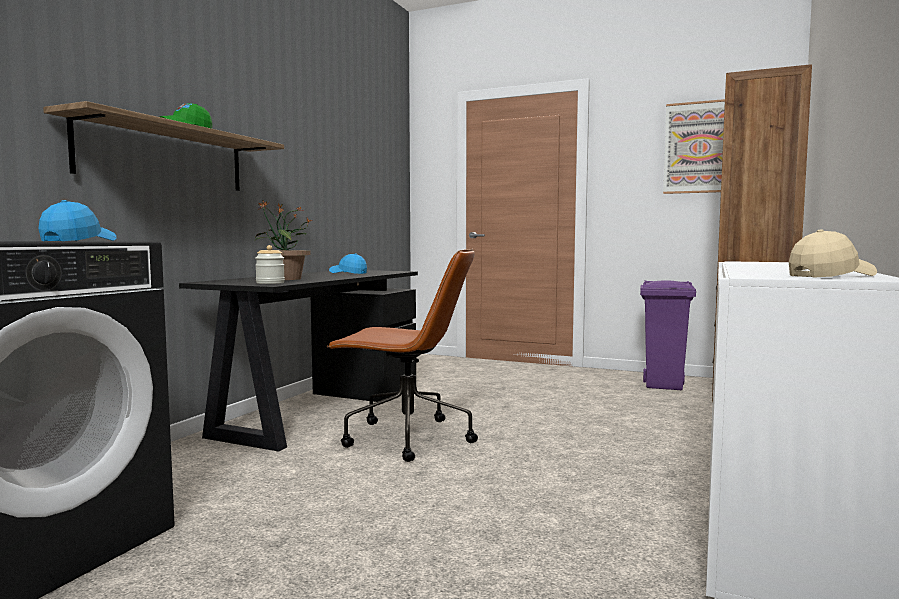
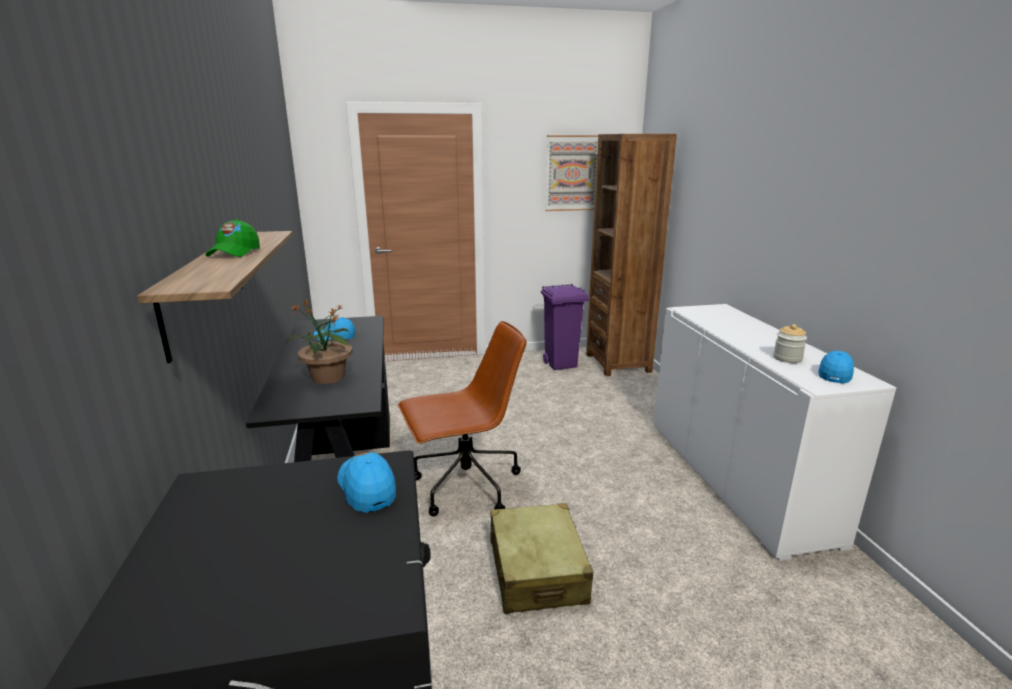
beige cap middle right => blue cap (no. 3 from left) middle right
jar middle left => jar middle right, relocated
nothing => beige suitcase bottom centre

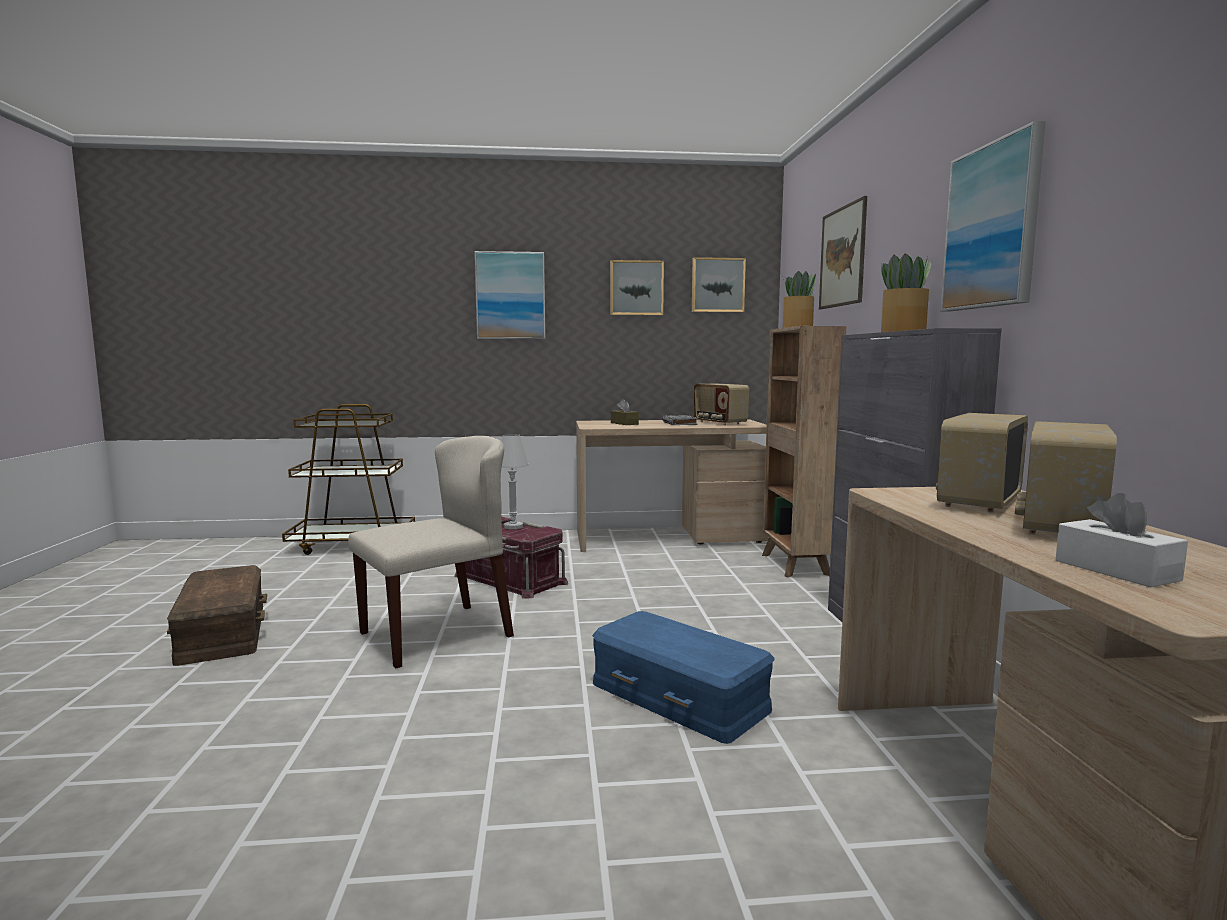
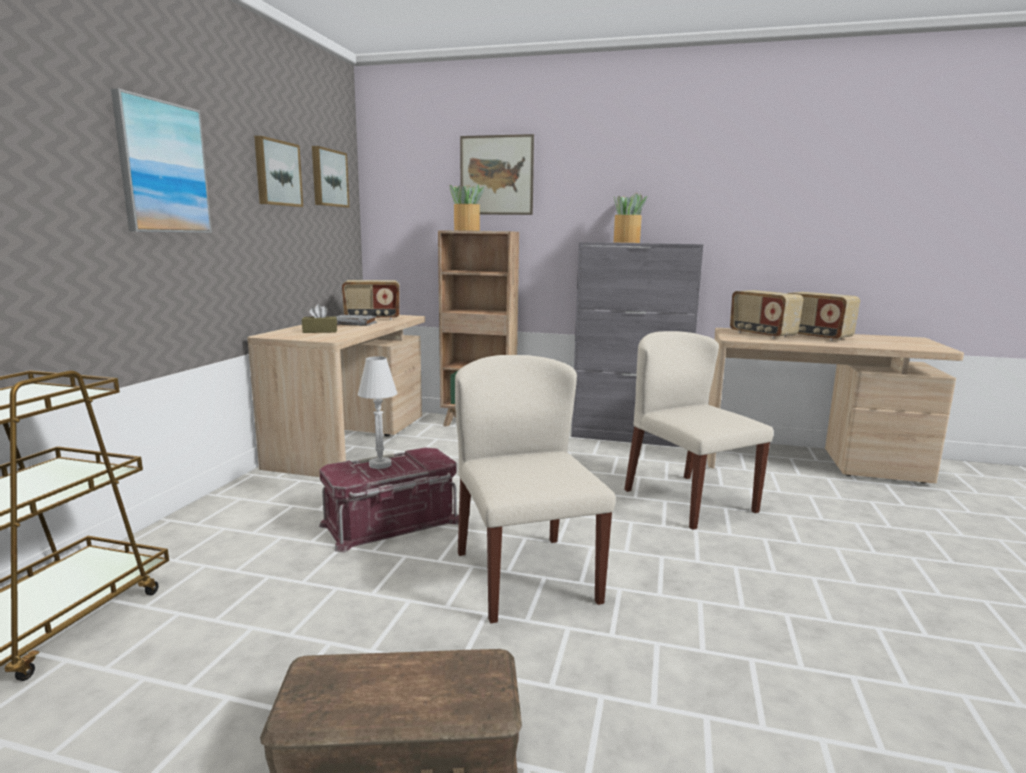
picture (no. 5 from left) top right => nothing
white tissue box middle right => nothing
blue storage box bottom centre => beige chair (no. 2 from left) middle right

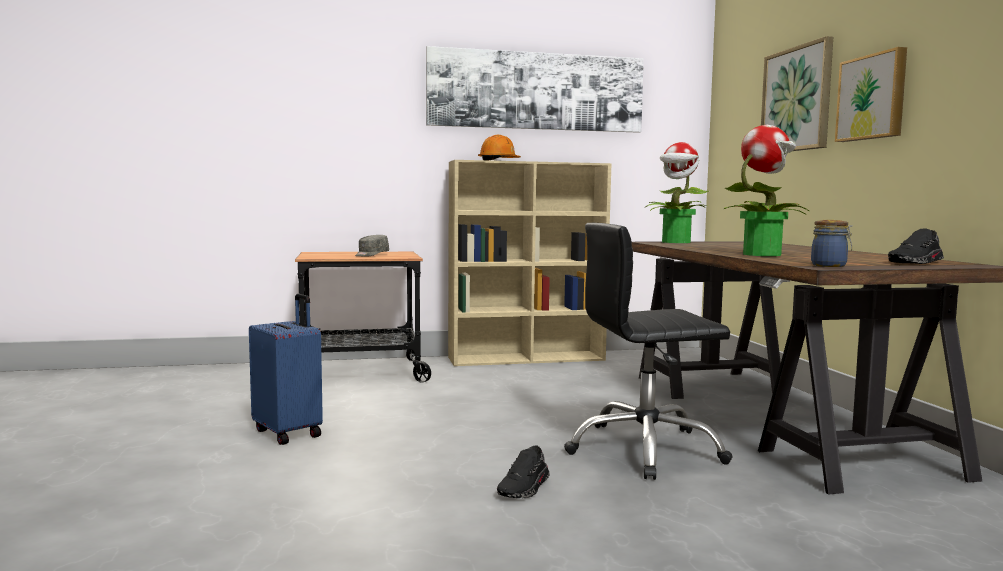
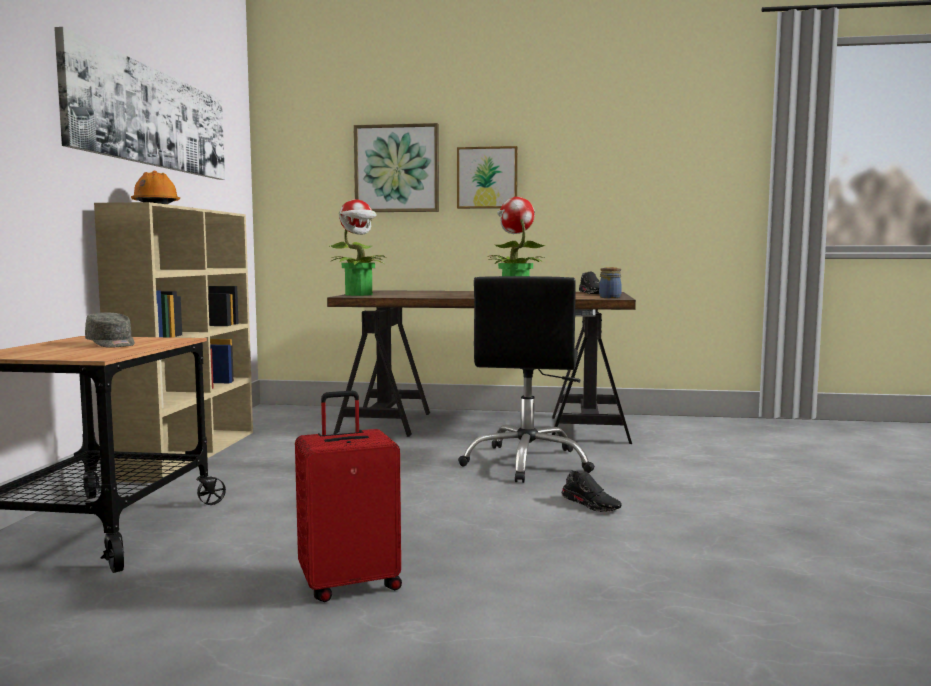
blue suitcase middle left => red suitcase bottom centre

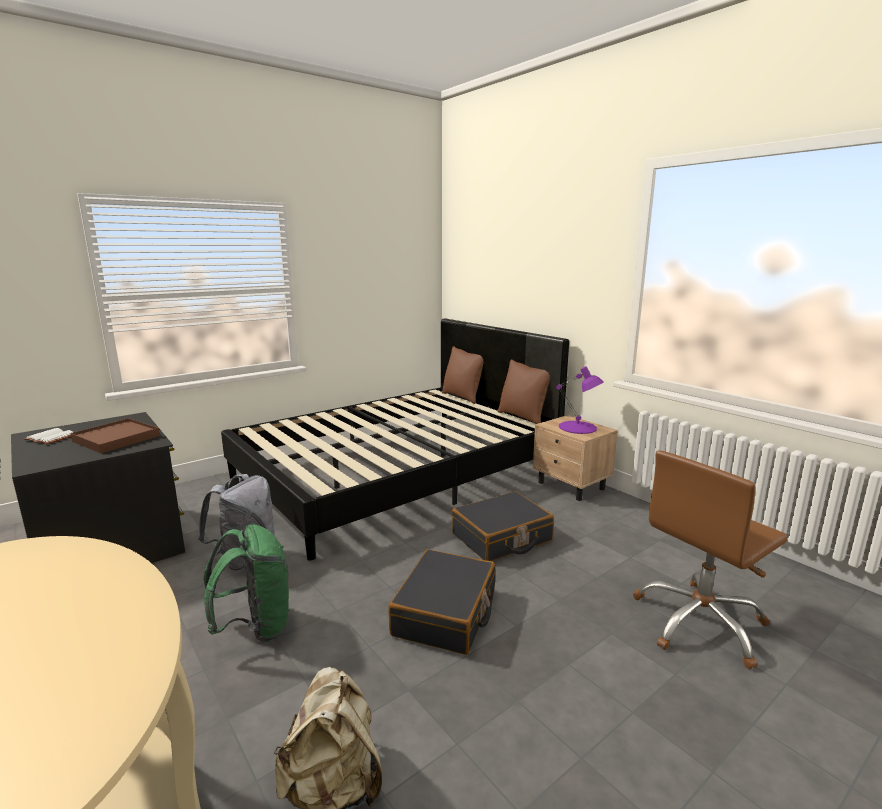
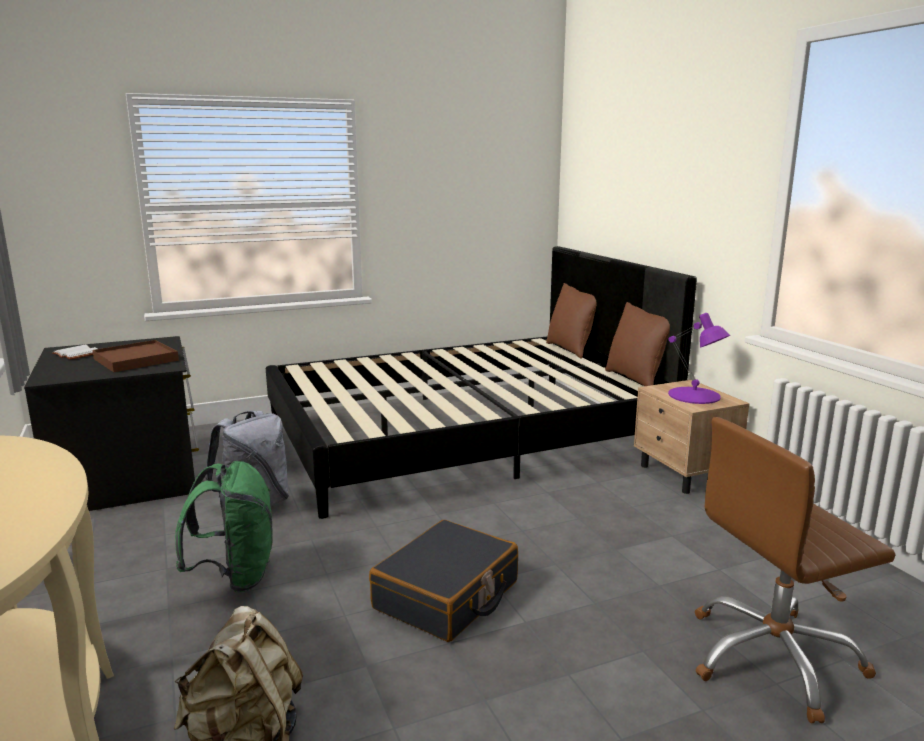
black suitcase (no. 2 from left) centre => nothing

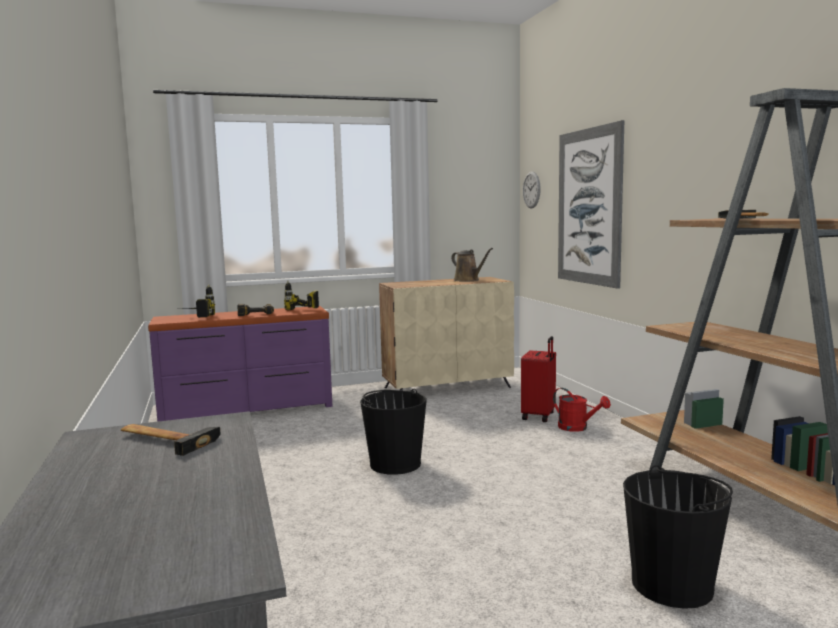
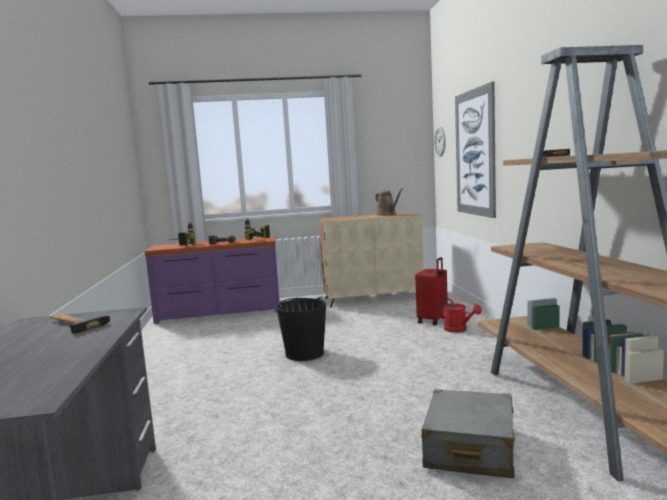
black bucket (no. 2 from left) bottom right => grey suitcase bottom right

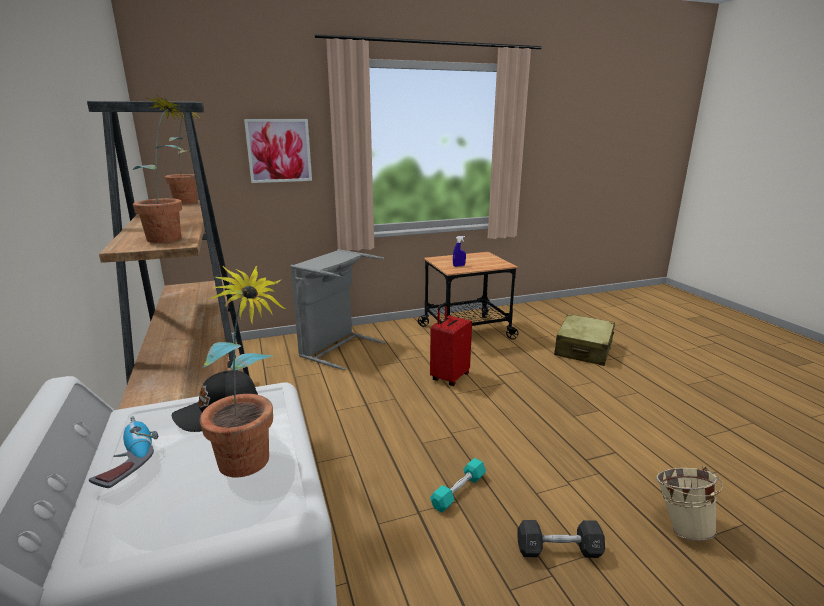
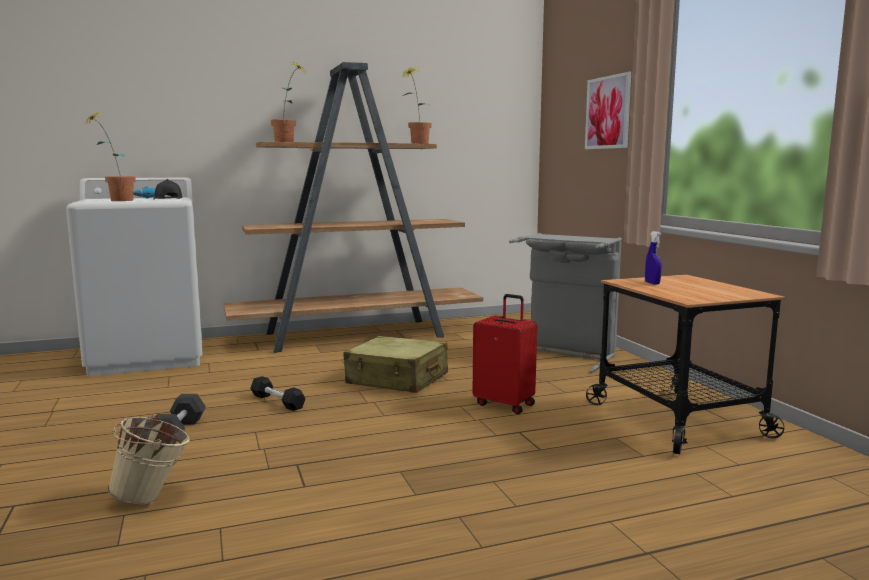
beige suitcase middle right => beige suitcase centre, relocated
turquoise dumbbell bottom centre => black dumbbell (no. 2 from left) bottom left

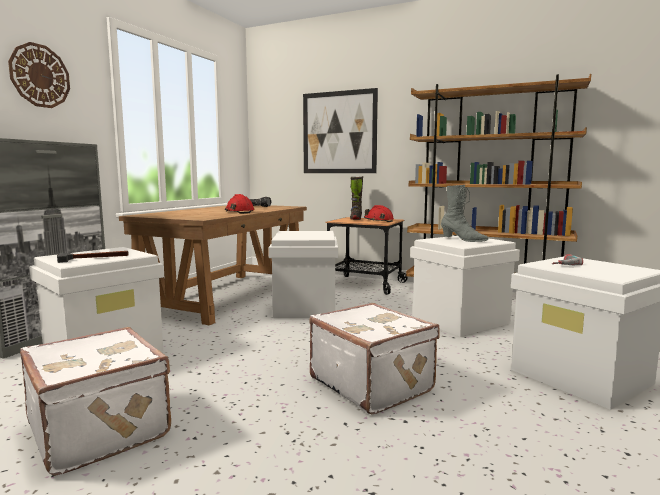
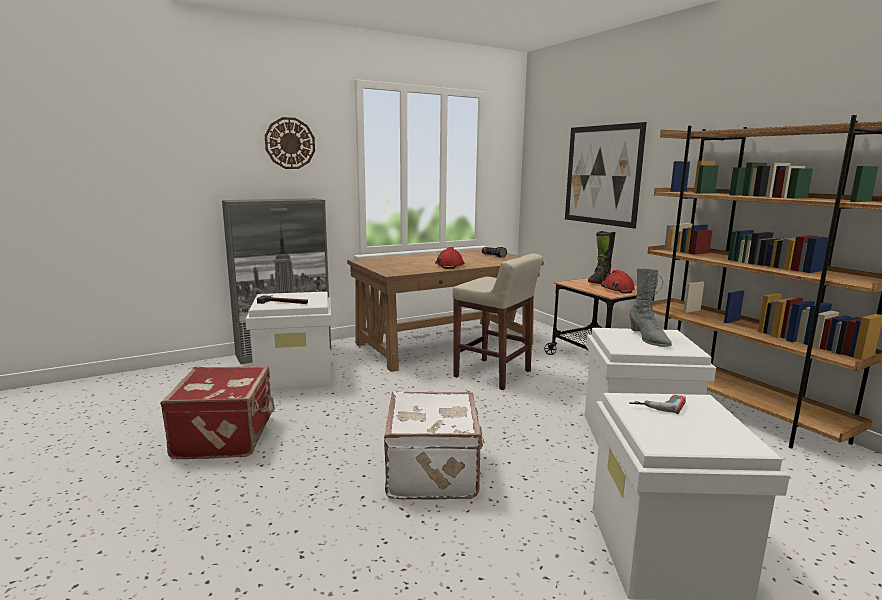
white storage box (no. 2 from left) centre => beige stool centre
white suitcase (no. 1 from left) bottom left => red suitcase bottom left

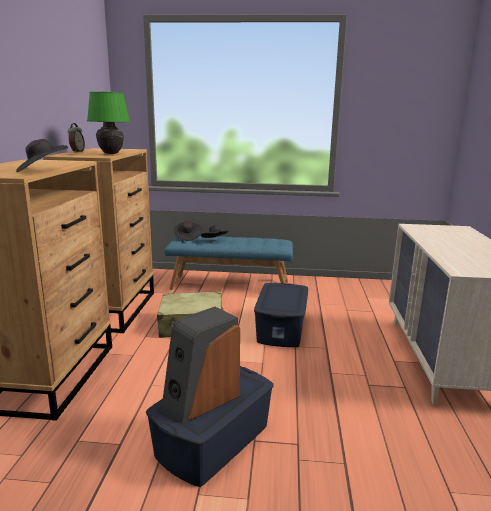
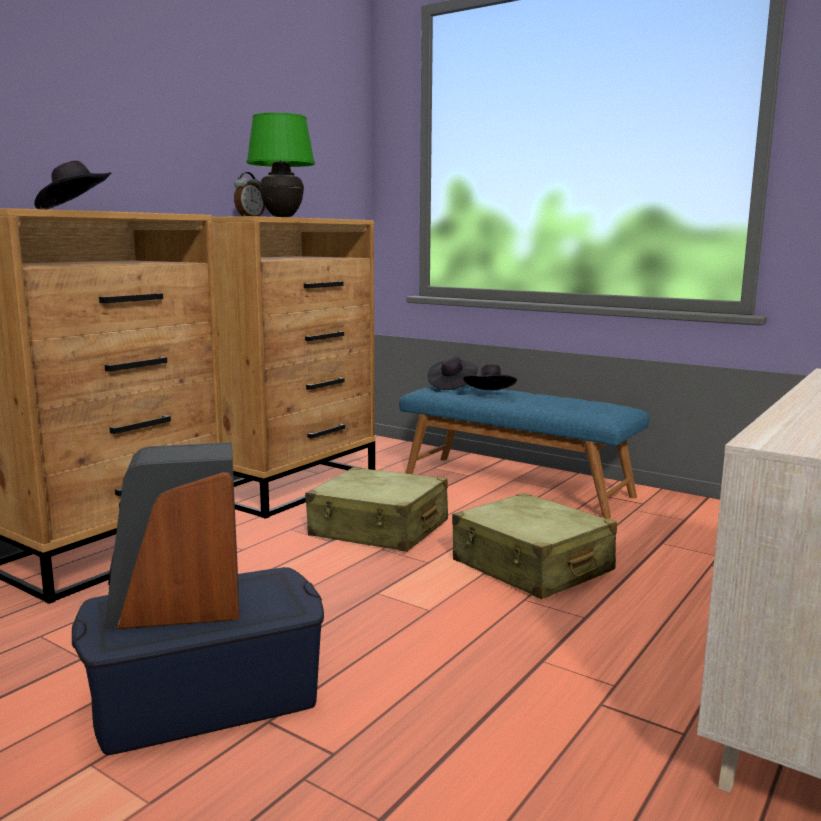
blue storage box (no. 2 from left) centre => beige suitcase (no. 2 from left) centre

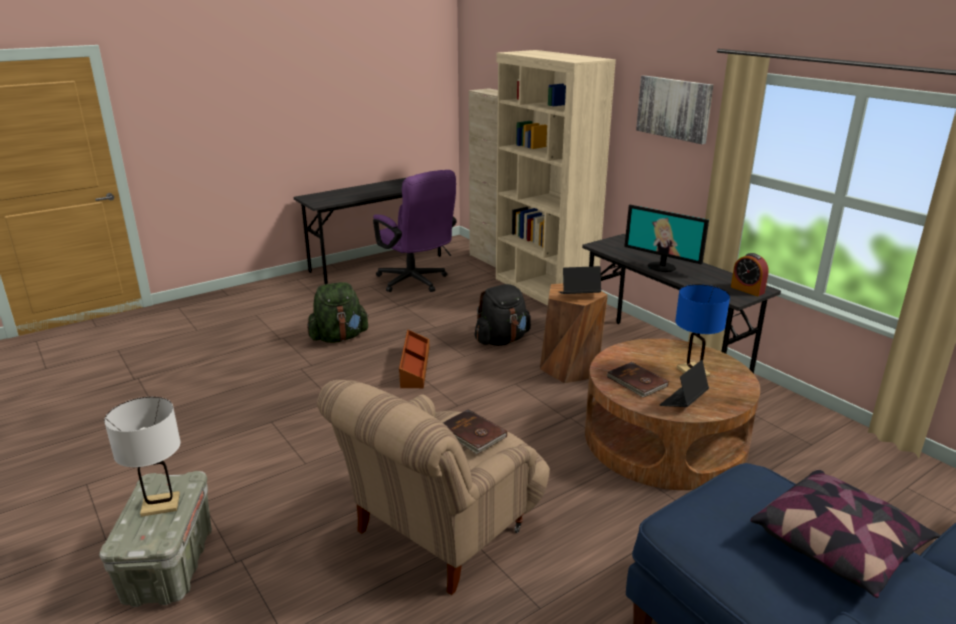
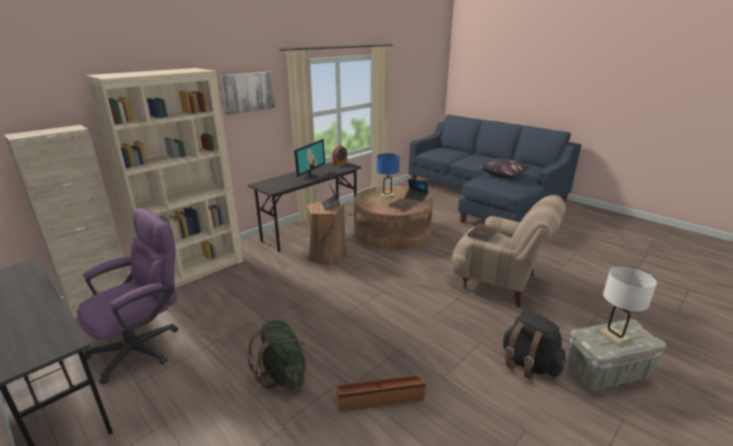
black backpack centre => black backpack bottom right, relocated
brown storage box centre => brown storage box bottom centre, relocated

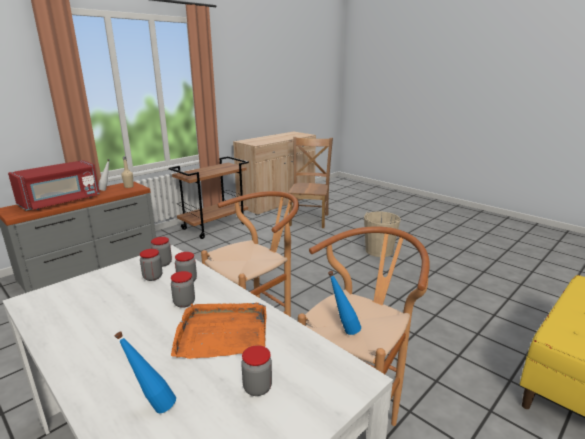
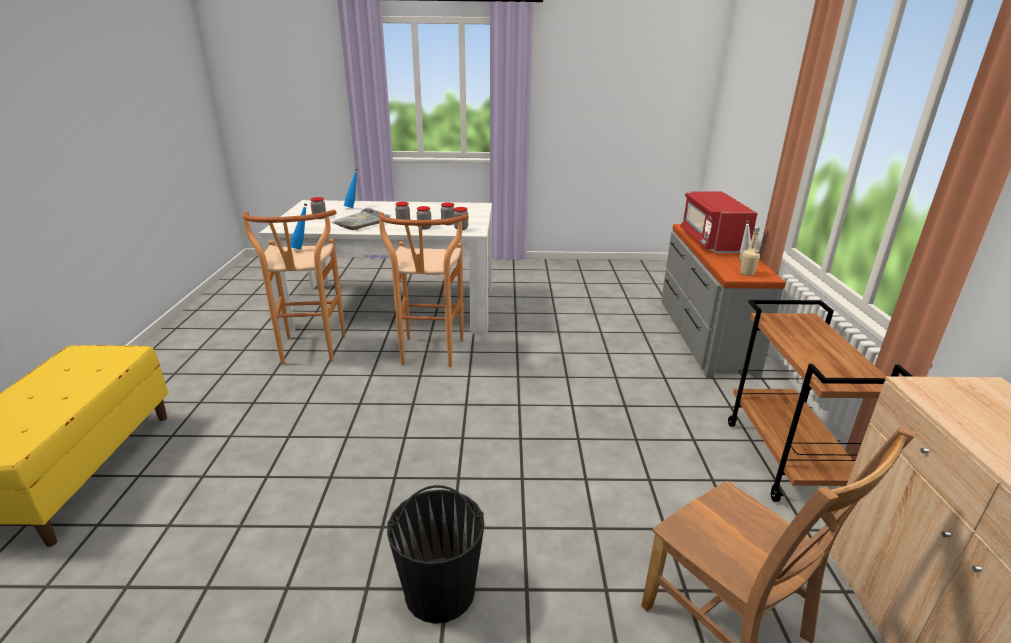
beige bucket centre => black bucket bottom centre
orange tray bottom centre => grey tray centre

